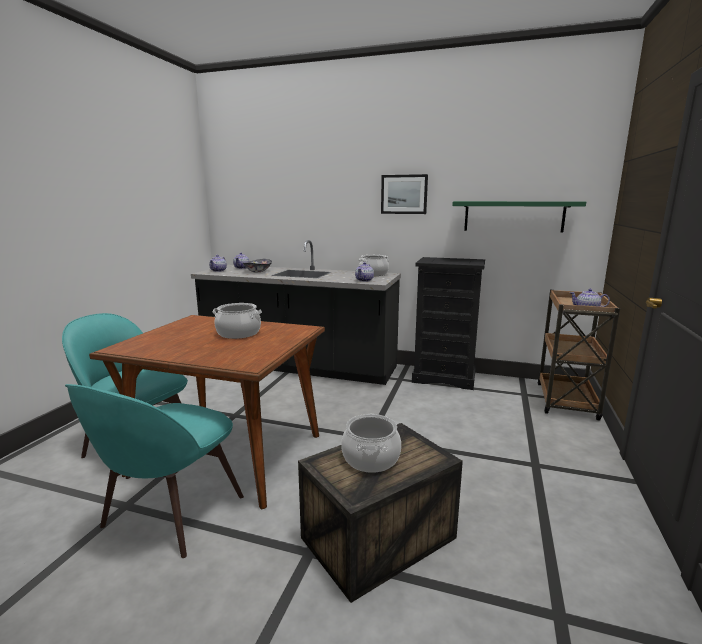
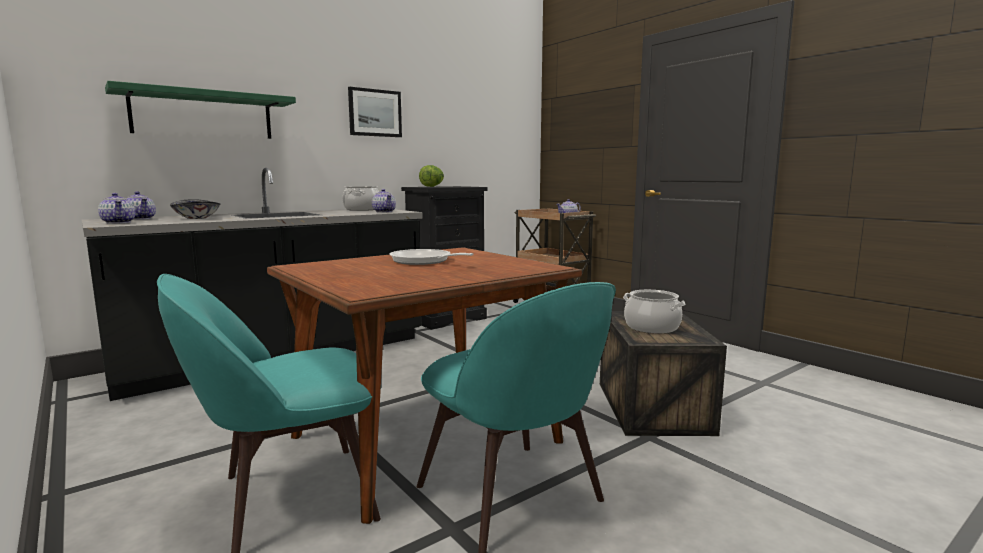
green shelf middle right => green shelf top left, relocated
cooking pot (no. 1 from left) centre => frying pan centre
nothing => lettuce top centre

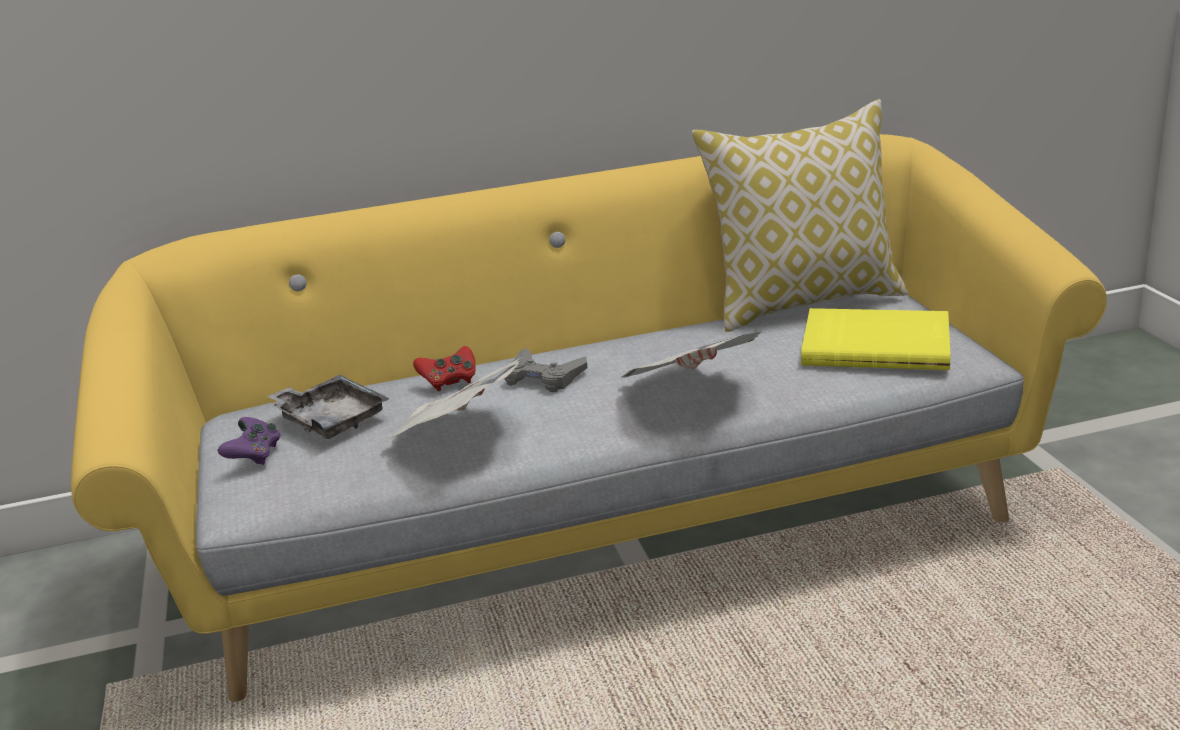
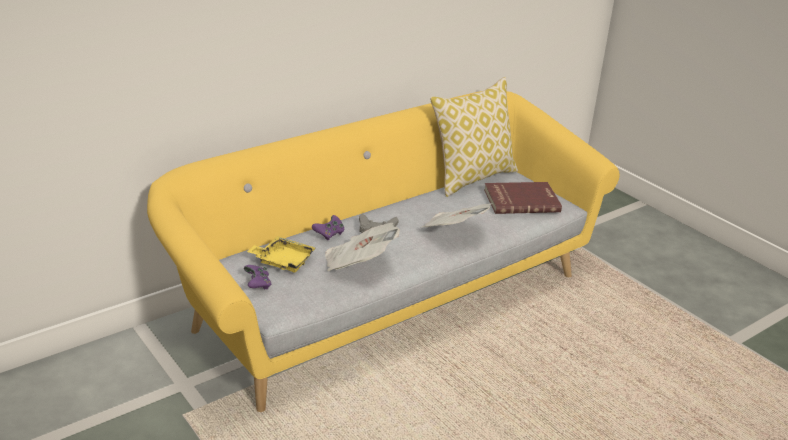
yellow book middle right => red book centre
red game controller centre => purple game controller (no. 2 from left) centre
grey tray middle left => yellow tray centre

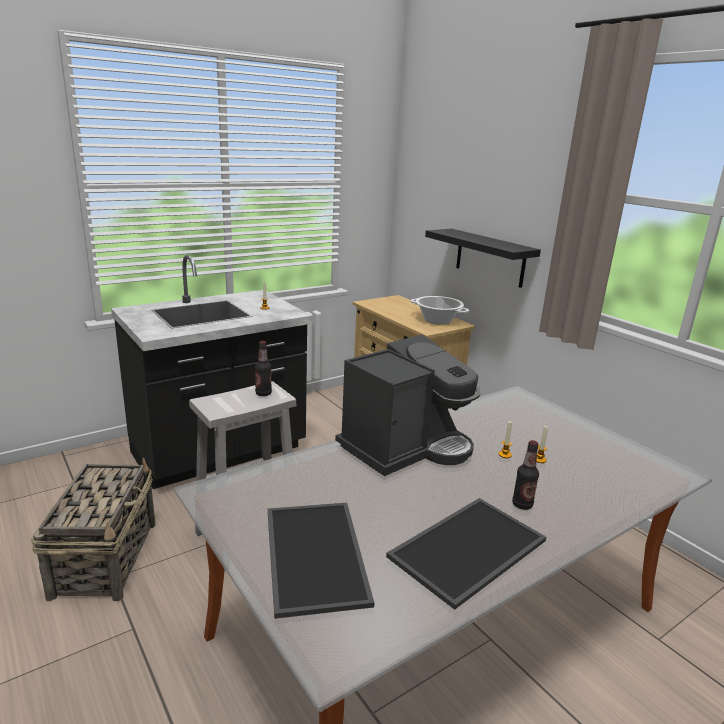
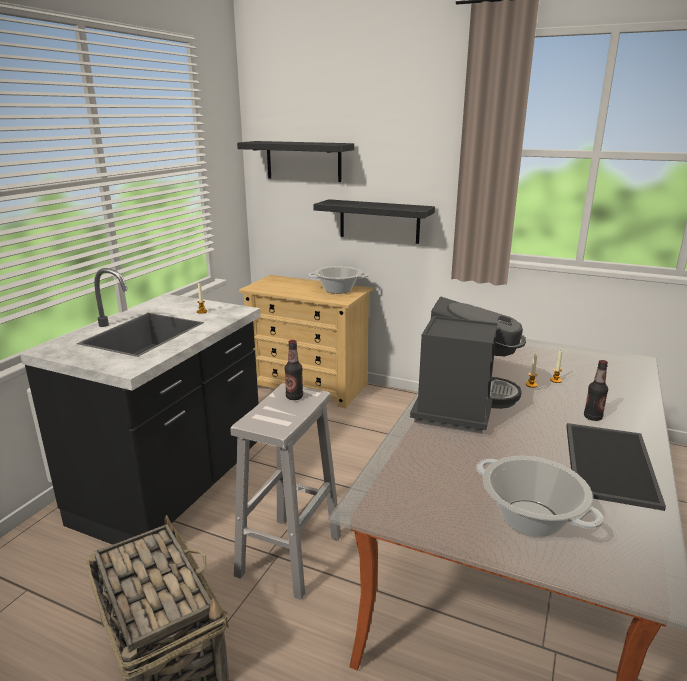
tray (no. 1 from left) bottom centre => cooking pot (no. 2 from left) bottom right
nothing => black shelf (no. 1 from left) top centre

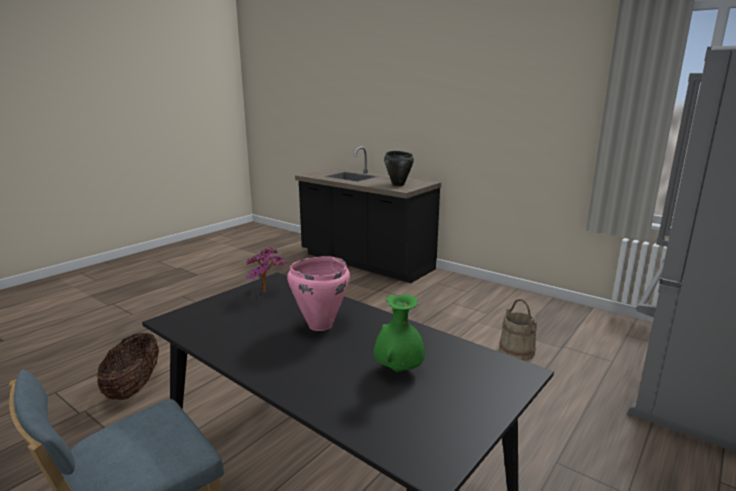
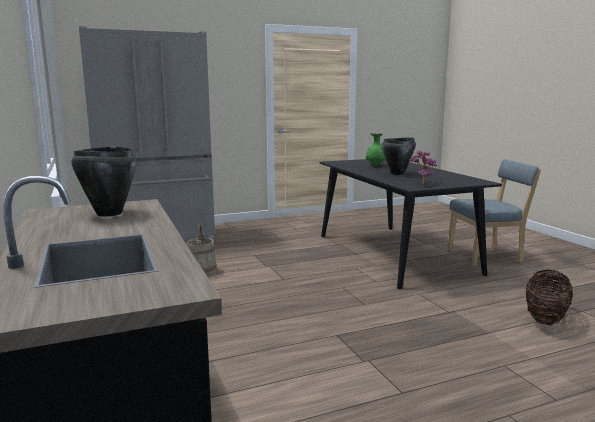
pink cooking pot centre => black cooking pot (no. 2 from left) middle right

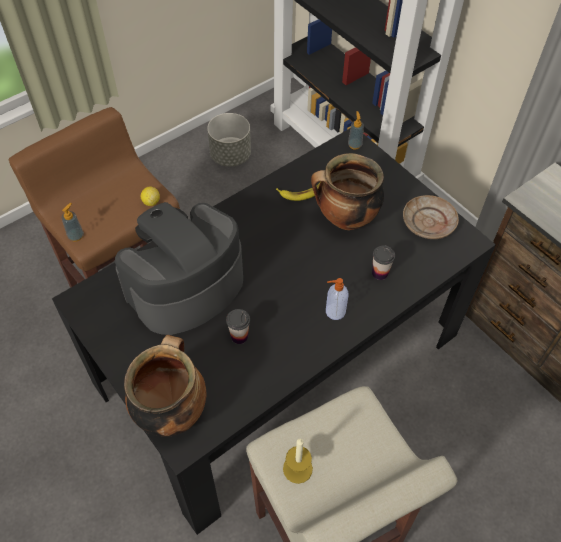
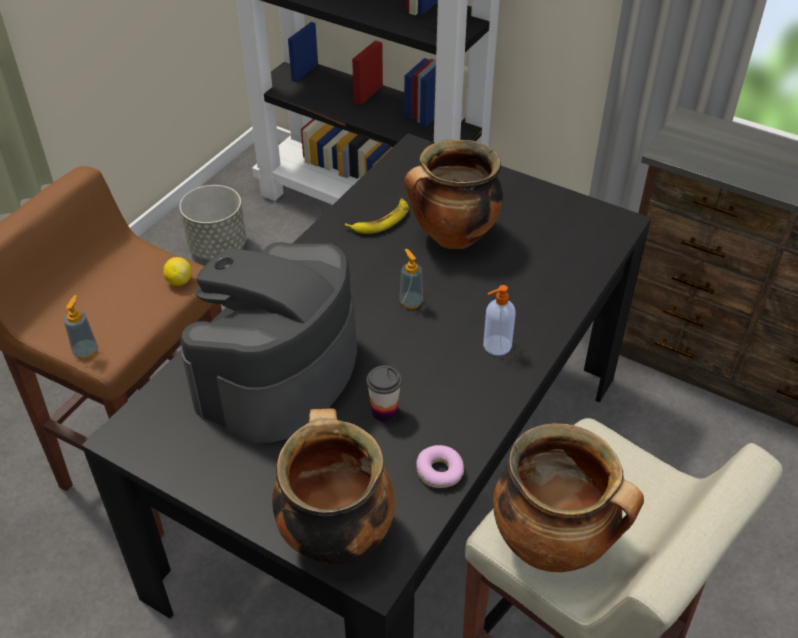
soap dispenser (no. 3 from left in the first image) top centre => soap dispenser (no. 2 from left) centre, relocated
beige plate middle right => nothing
cup (no. 2 from left) middle right => nothing
candle bottom centre => cooking pot (no. 3 from left) bottom right
nothing => donut bottom centre

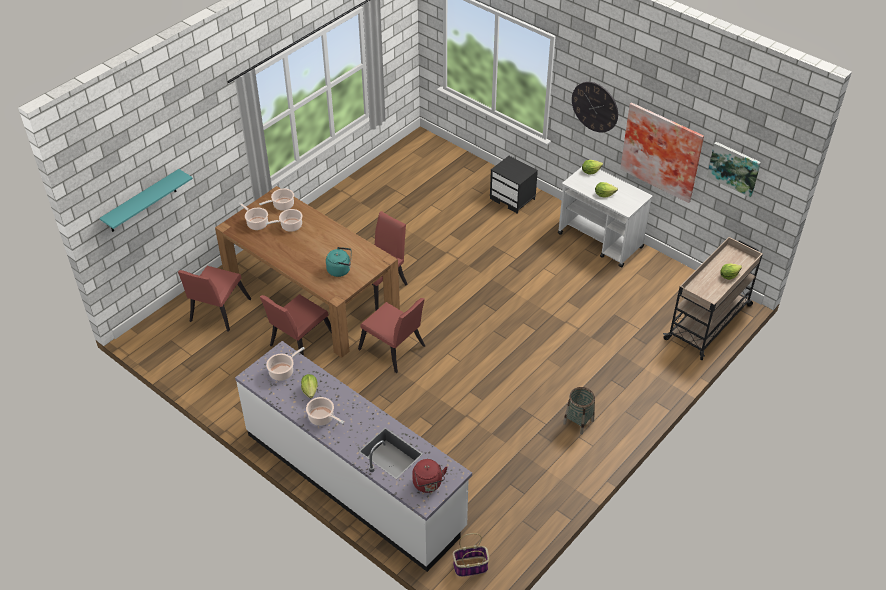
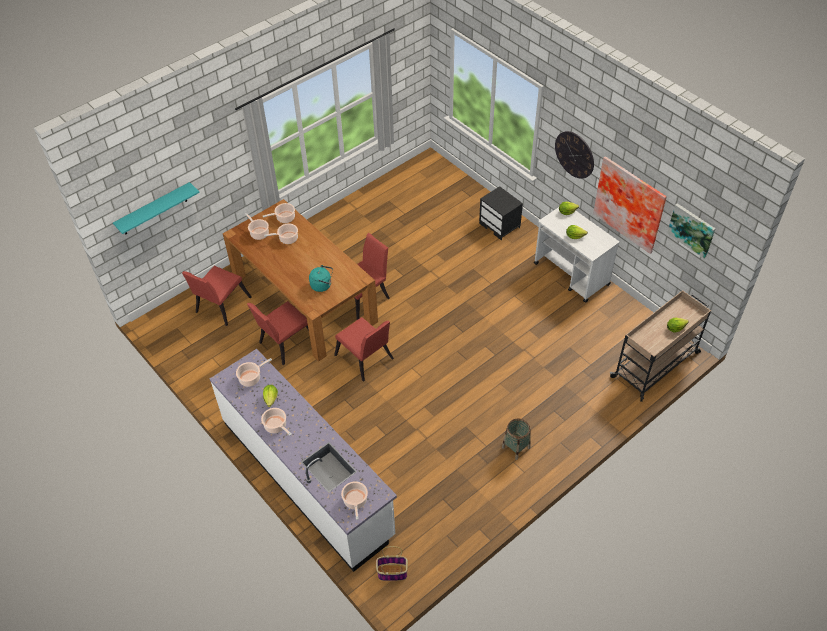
red kettle bottom centre => cooking pot (no. 6 from left) bottom centre

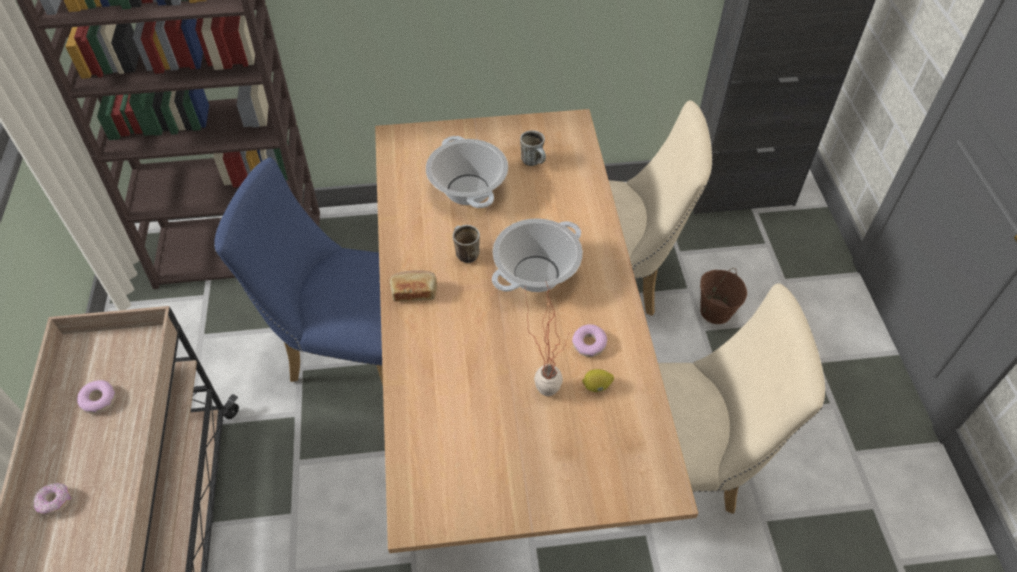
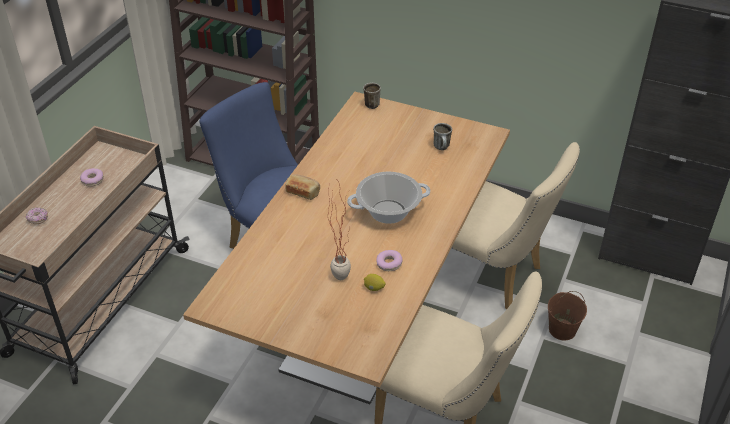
cooking pot (no. 1 from left) top centre => nothing
mug (no. 1 from left) centre => mug (no. 1 from left) top centre, relocated

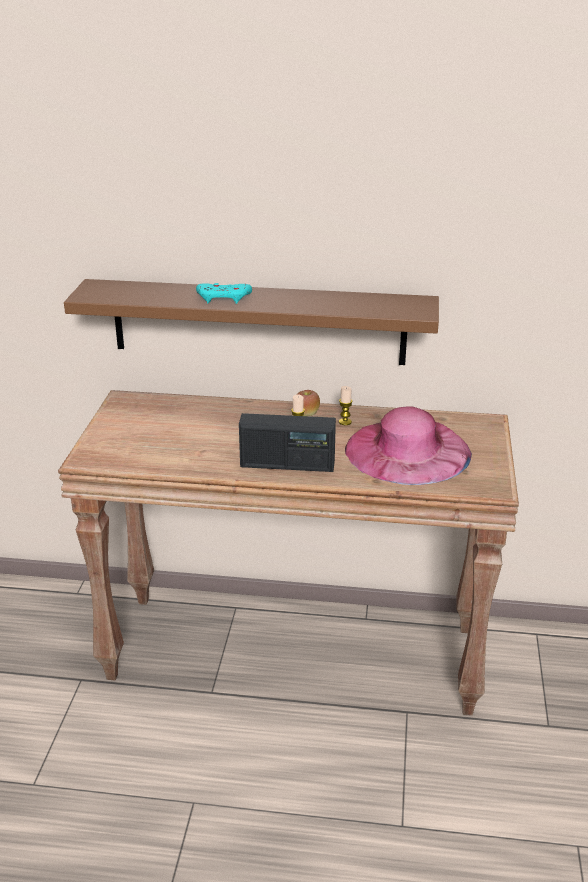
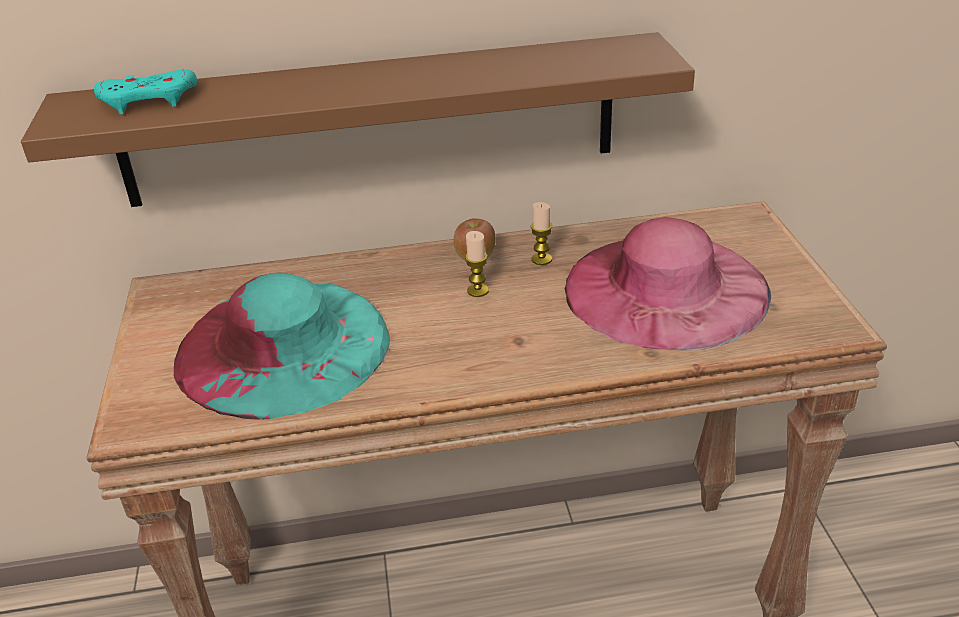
turquoise game controller top centre => turquoise game controller top left, relocated
radio centre => nothing
nothing => turquoise hat middle left

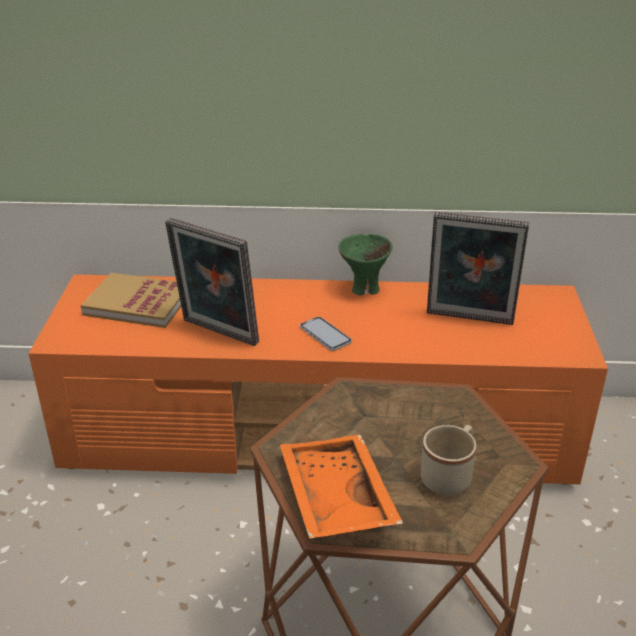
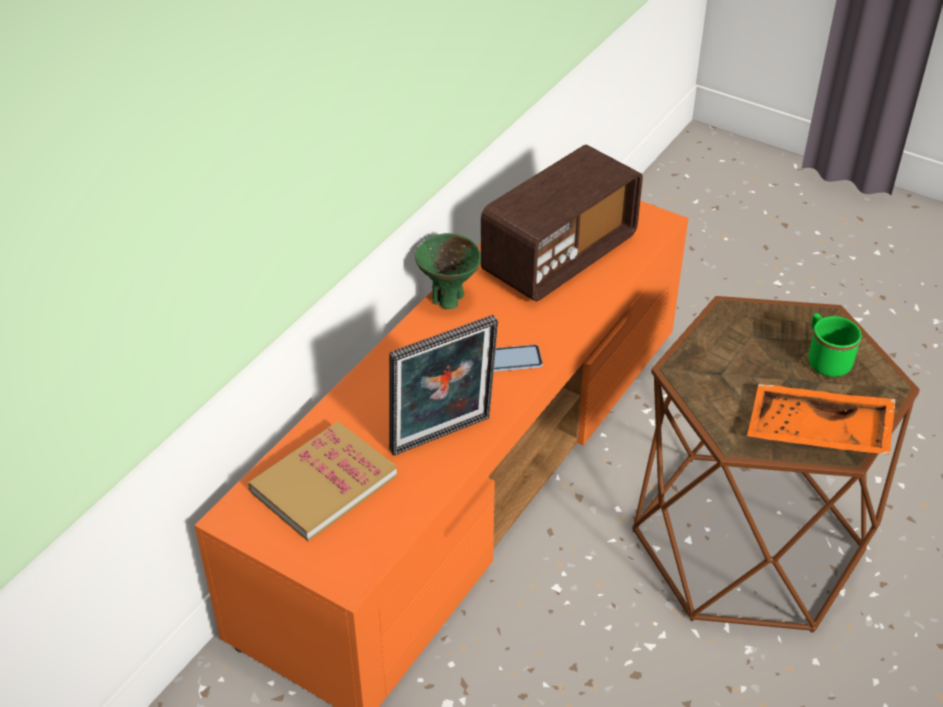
picture frame (no. 2 from left) middle right => radio top centre
beige mug bottom right => green mug middle right

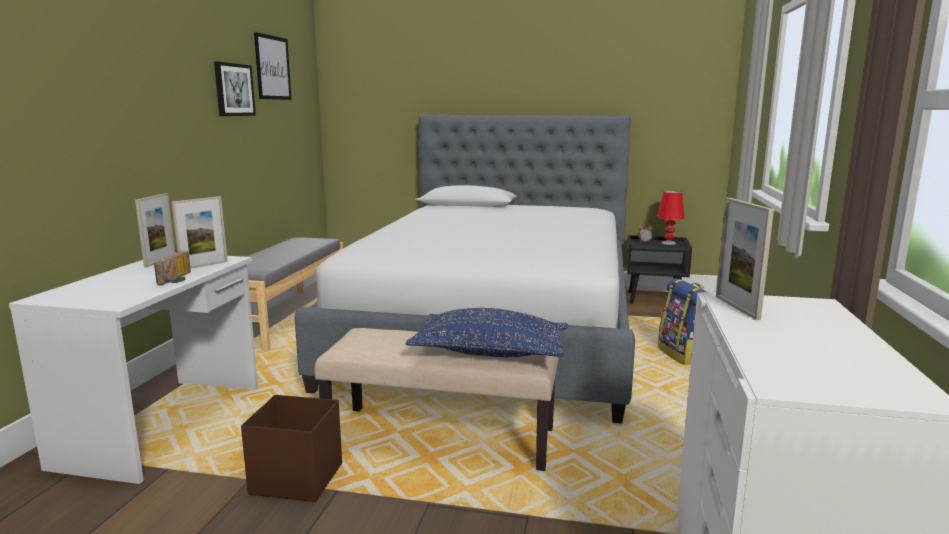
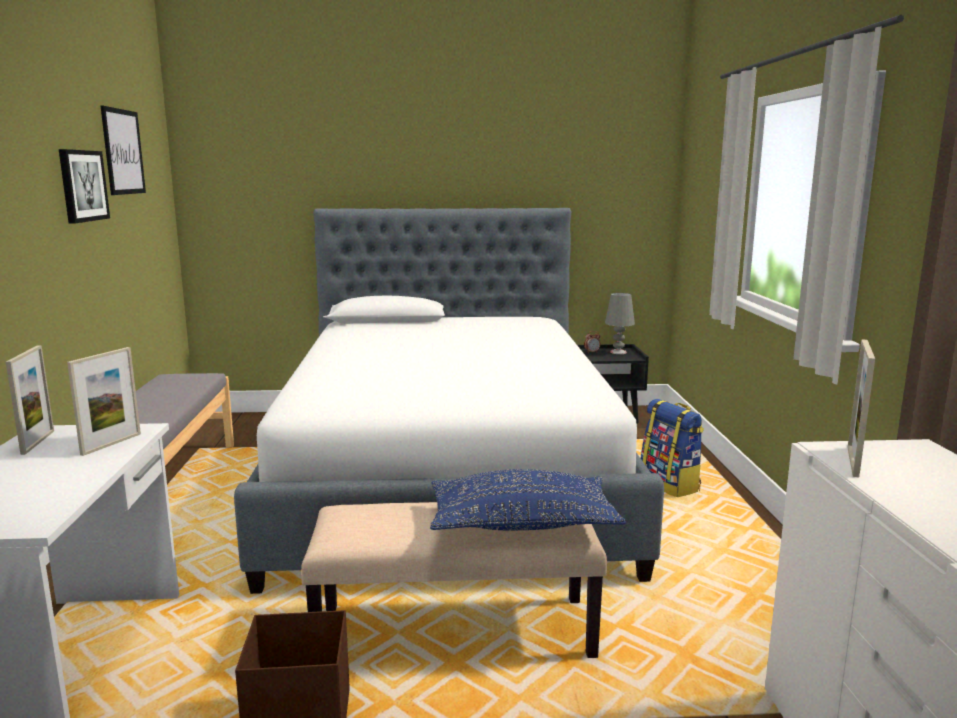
red table lamp middle right => grey table lamp centre
picture frame (no. 3 from left) middle right, 45 degrees clockwise
radio middle left => nothing

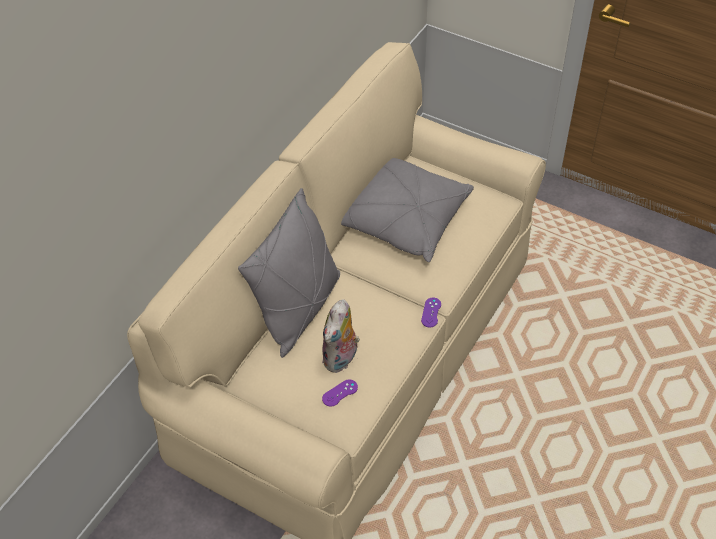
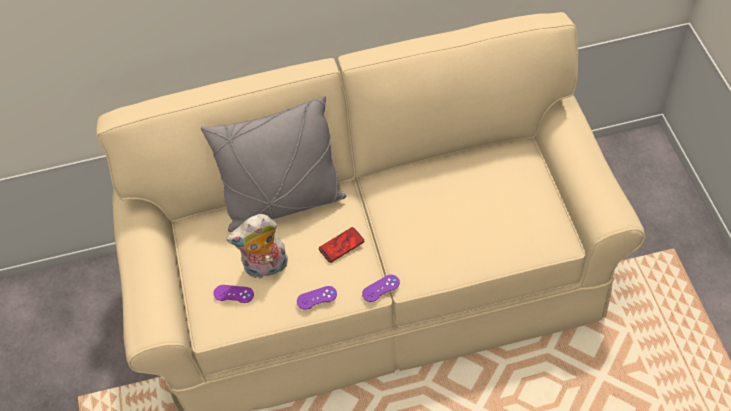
grey pillow (no. 2 from left) centre => nothing
nothing => phone centre
nothing => purple game controller (no. 2 from left) bottom centre

